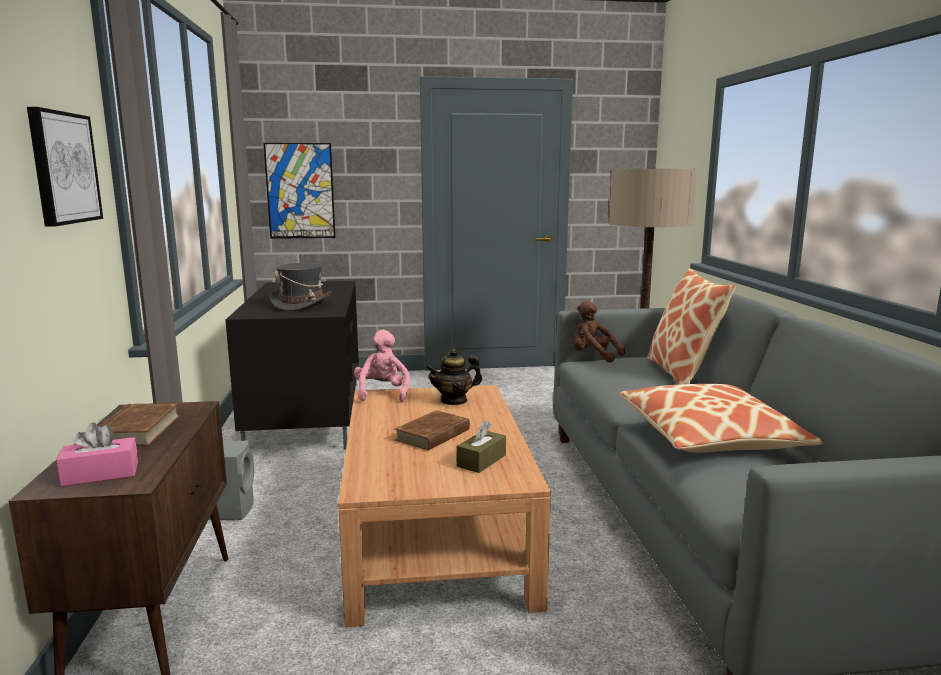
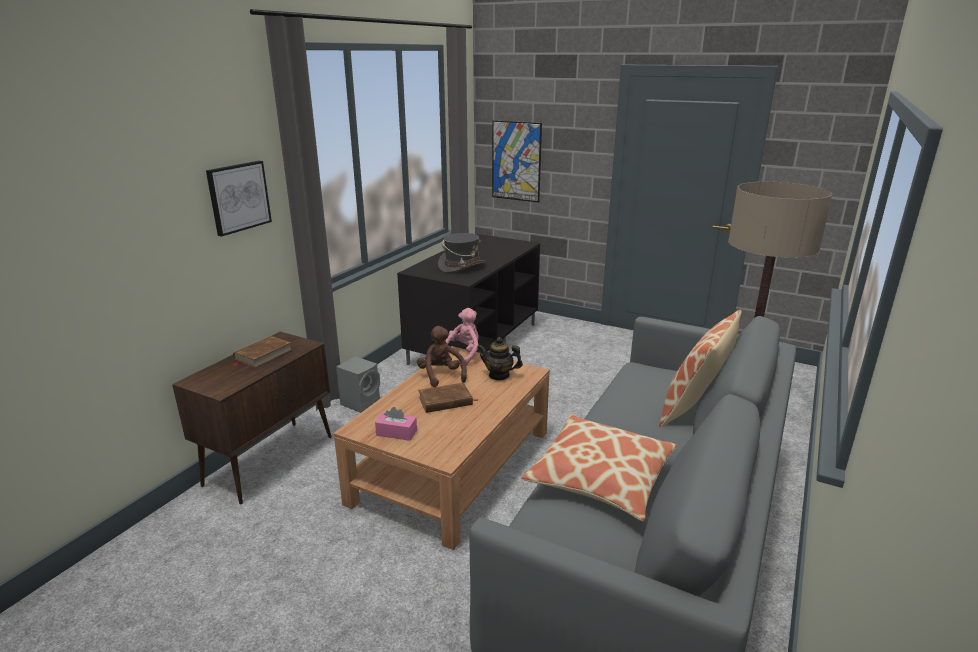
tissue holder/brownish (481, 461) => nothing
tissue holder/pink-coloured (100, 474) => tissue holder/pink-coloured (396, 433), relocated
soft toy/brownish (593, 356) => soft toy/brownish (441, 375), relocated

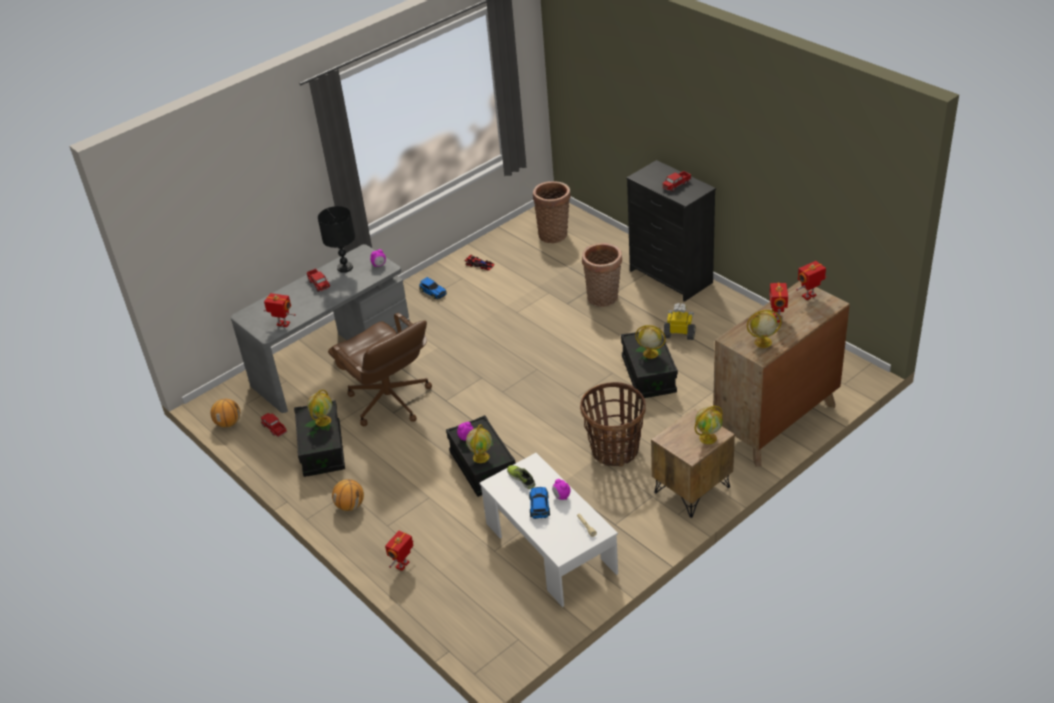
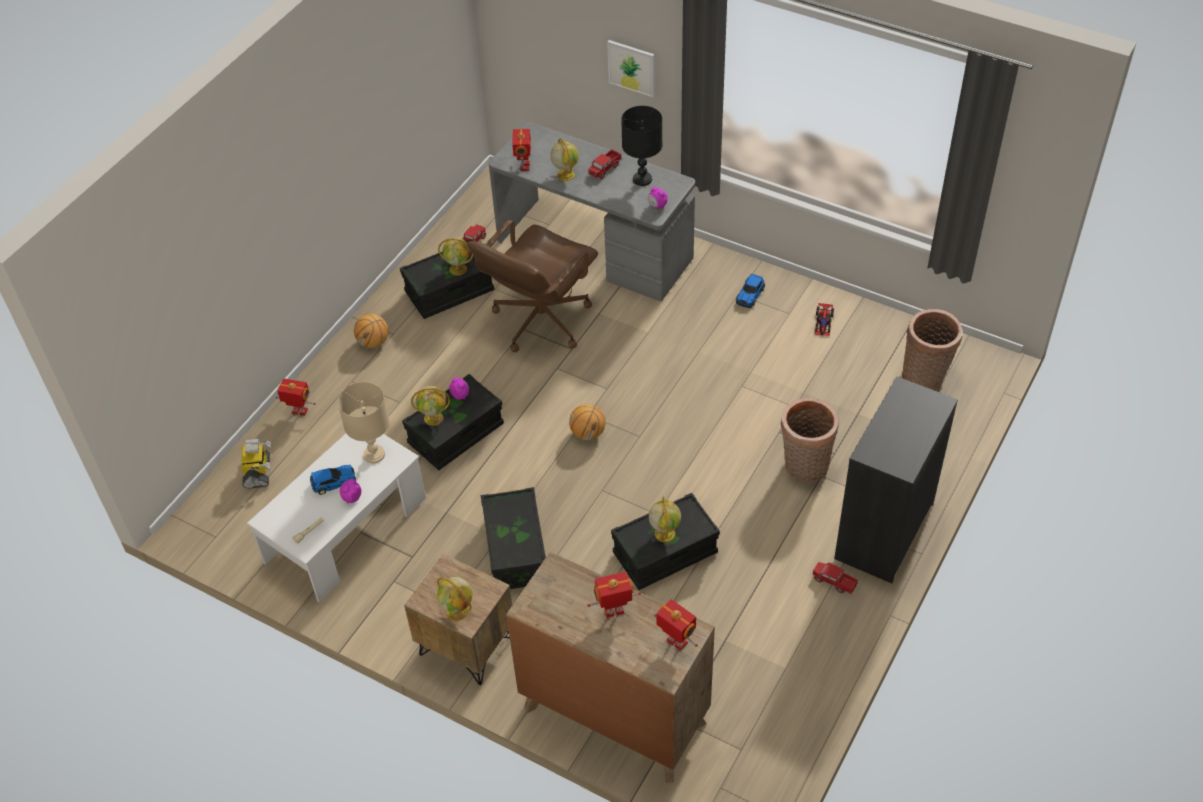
nothing => wall picture (631, 68)
ball for basketball (228, 423) => ball for basketball (588, 433), relocated
toy lorry (676, 185) => toy lorry (834, 581), relocated
model robot (679, 334) => model robot (258, 472), relocated
world globe (762, 342) => world globe (565, 174), relocated
item of footwear (522, 478) => tabletop lamp/sand-coloured (373, 454)
household basket (615, 450) => storage box/black (516, 551)

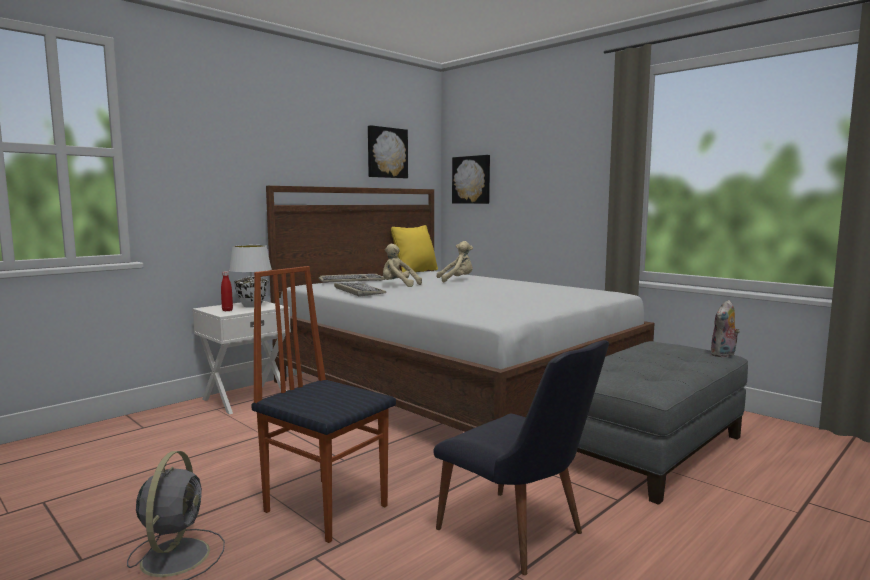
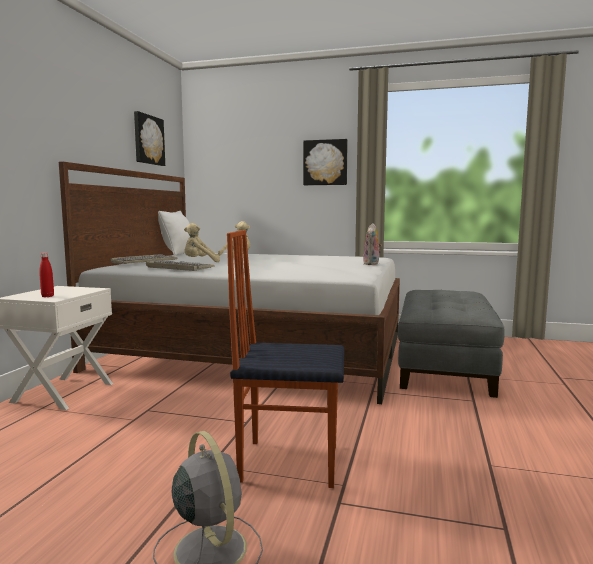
tabletop lamp/white (251, 306) => nothing
upright chair/black (520, 537) => nothing
wall picture (472, 180) => wall picture (325, 162), relocated
soft toy (724, 355) => soft toy (372, 264), relocated
throw pillow/yellowish (415, 271) => throw pillow/white (179, 253)

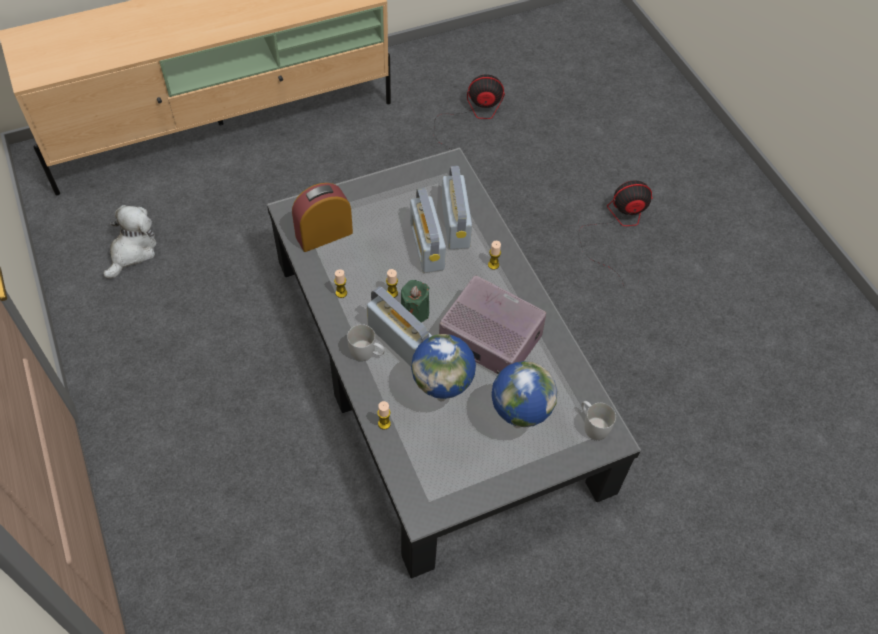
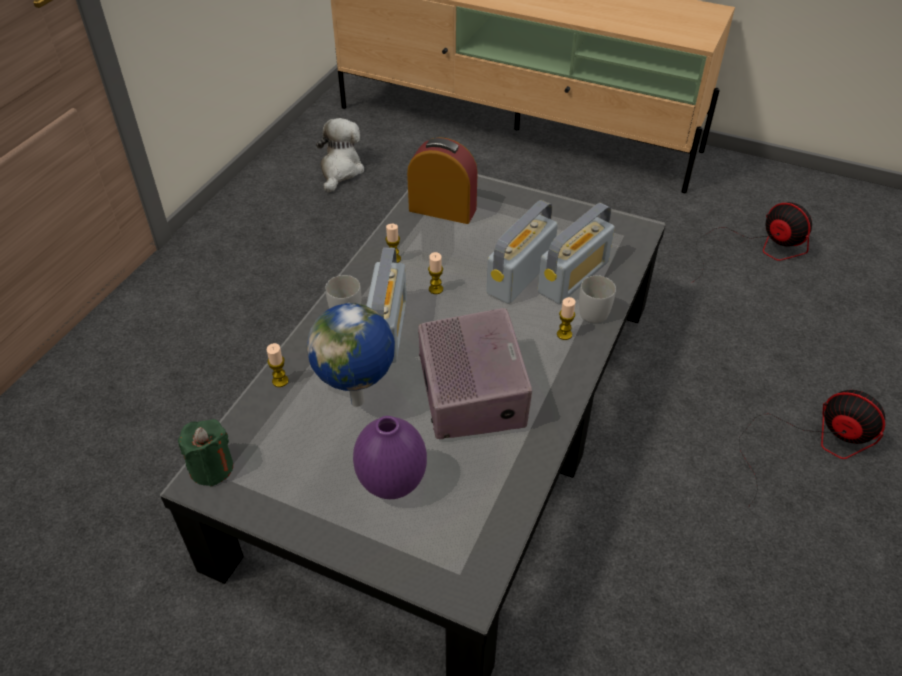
candle/green (415, 312) => candle/green (211, 468), relocated
coffee mug/white (592, 425) => coffee mug/white (594, 309), relocated
world globe (516, 423) => decorative vase/purple (391, 484)
soft toy (132, 251) => soft toy (340, 170), 60 degrees counterclockwise

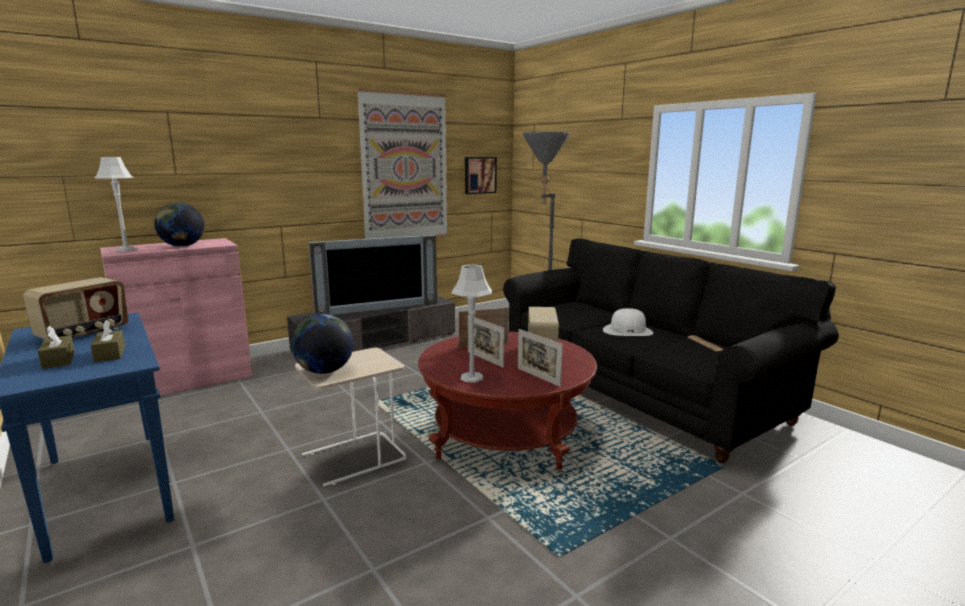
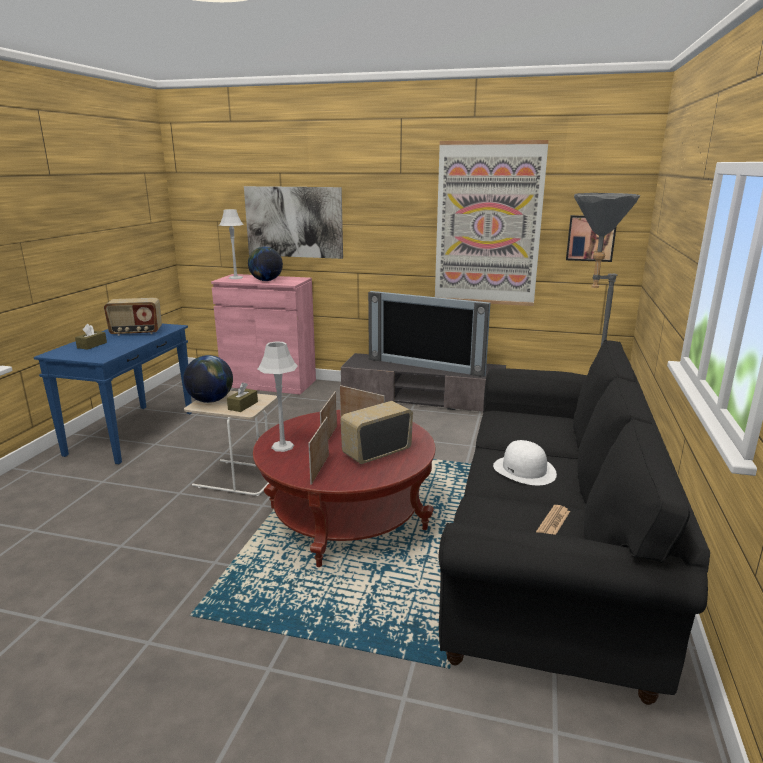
nothing => wall picture (294, 222)
tissue holder/brownish (110, 354) => tissue holder/brownish (243, 405), relocated

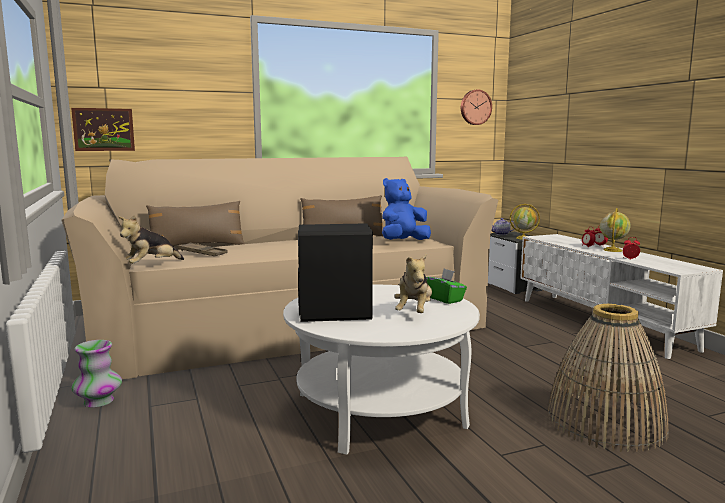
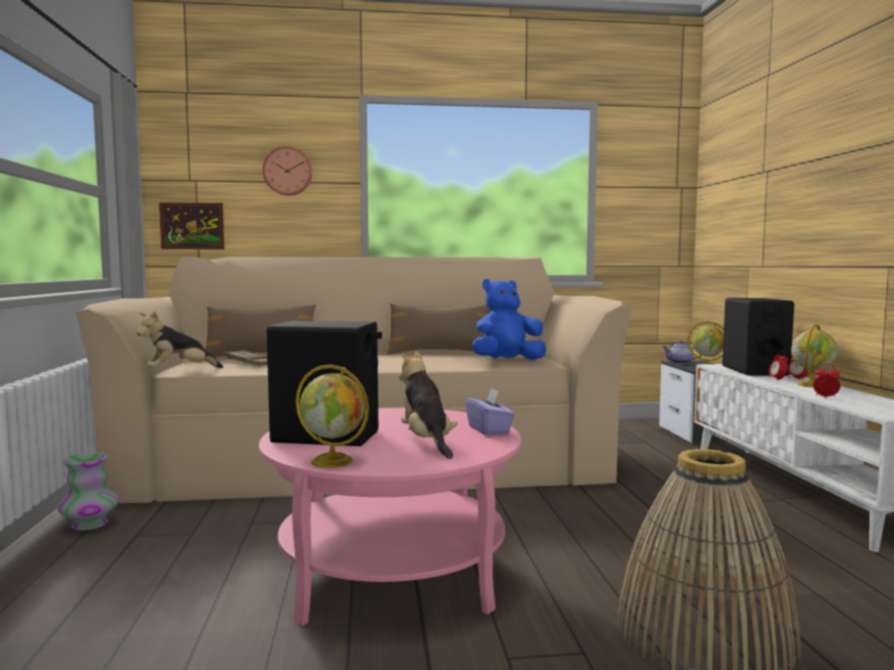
nothing => world globe (333, 461)
nothing => audio speaker/black (754, 371)
wall clock (475, 107) => wall clock (287, 171), relocated
coffee table/white (380, 409) => coffee table/pink-coloured (393, 572)
tissue holder/green (445, 299) => tissue holder/purple (489, 430)
soft toy (414, 312) => soft toy (427, 442), 135 degrees clockwise

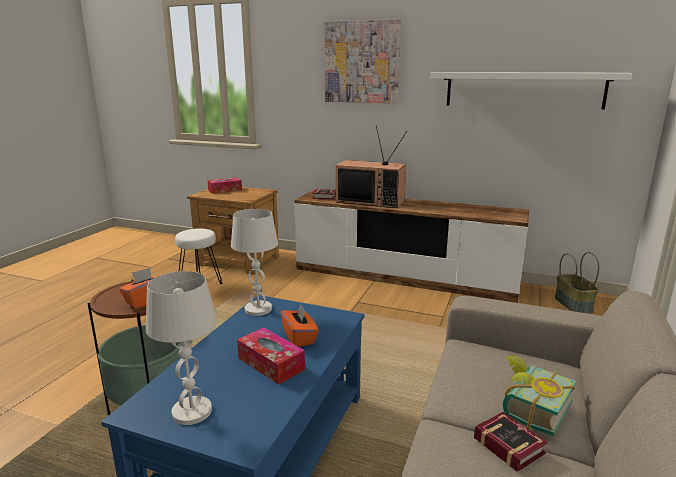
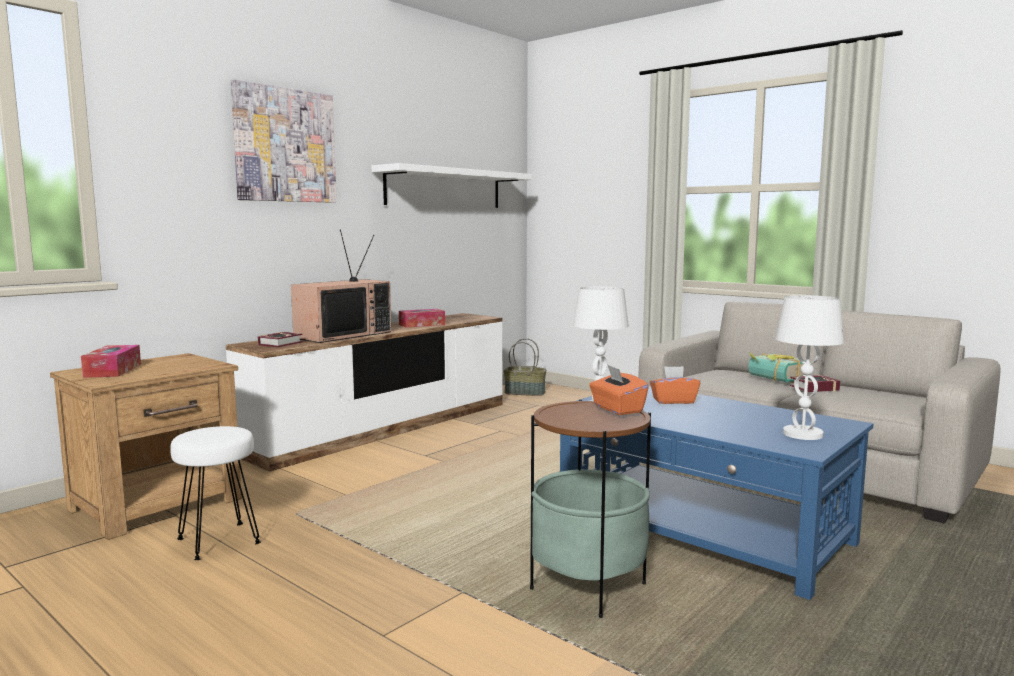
tissue holder (271, 363) => tissue holder (422, 324), relocated

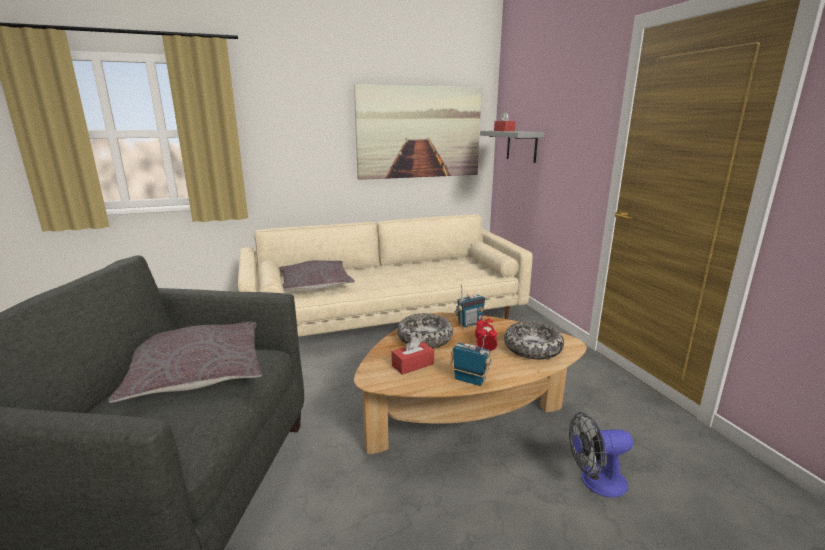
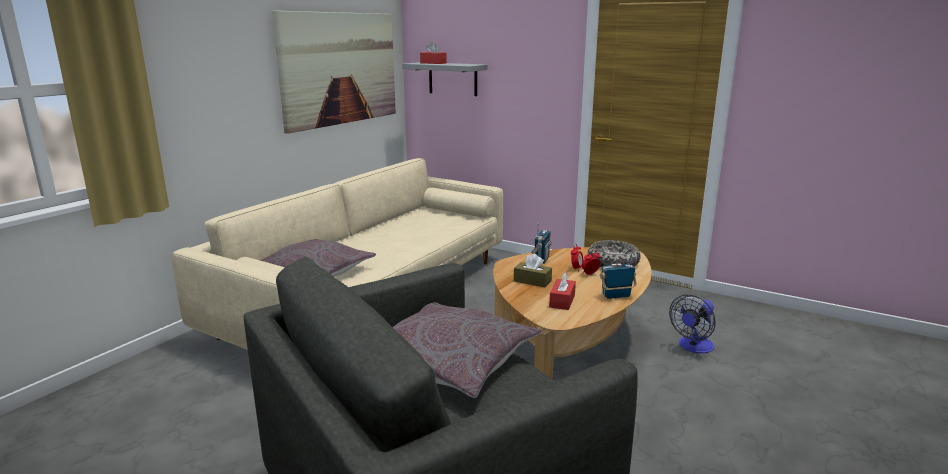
bowl (425, 338) => tissue holder/brownish (532, 281)

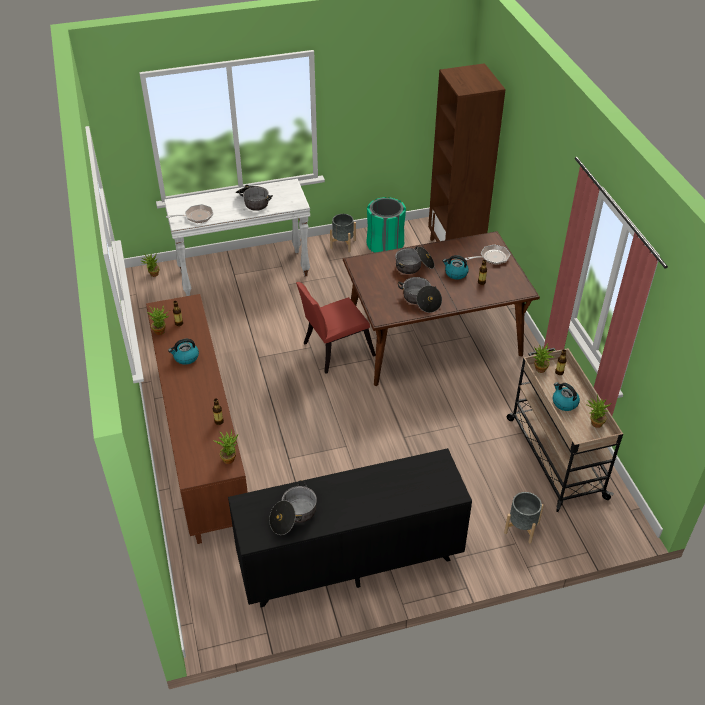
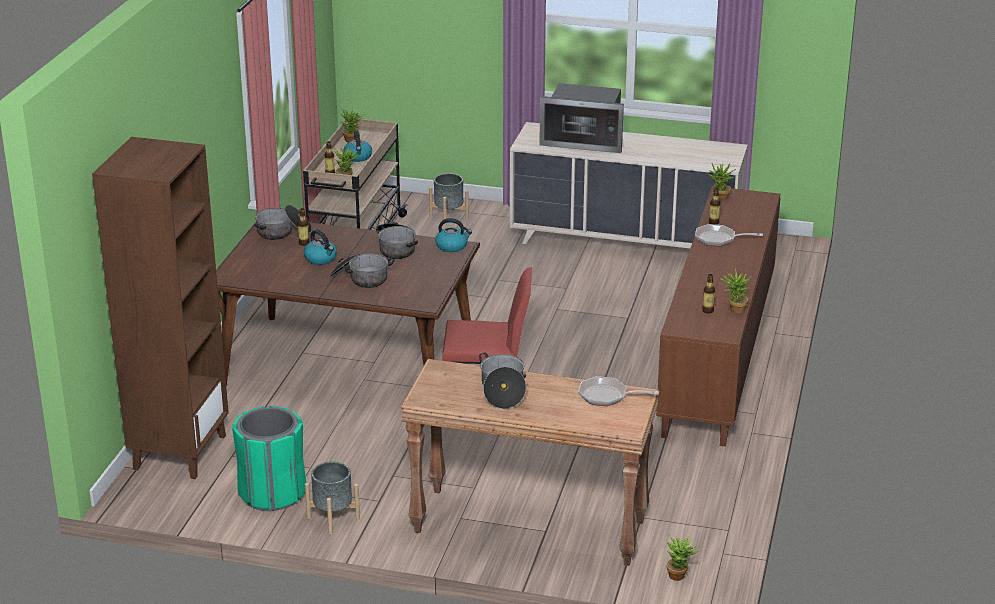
nothing => kitchen microwave (584, 140)
kettle (186, 357) => kettle (452, 246), relocated
cooking pot (293, 516) => cooking pot (283, 232), relocated
skillet (492, 257) => skillet (719, 239), relocated
hall table/white (244, 273) => hall table/brownish (528, 527)
chest of drawers/black (349, 560) => chest of drawers/sand-coloured (626, 242)

